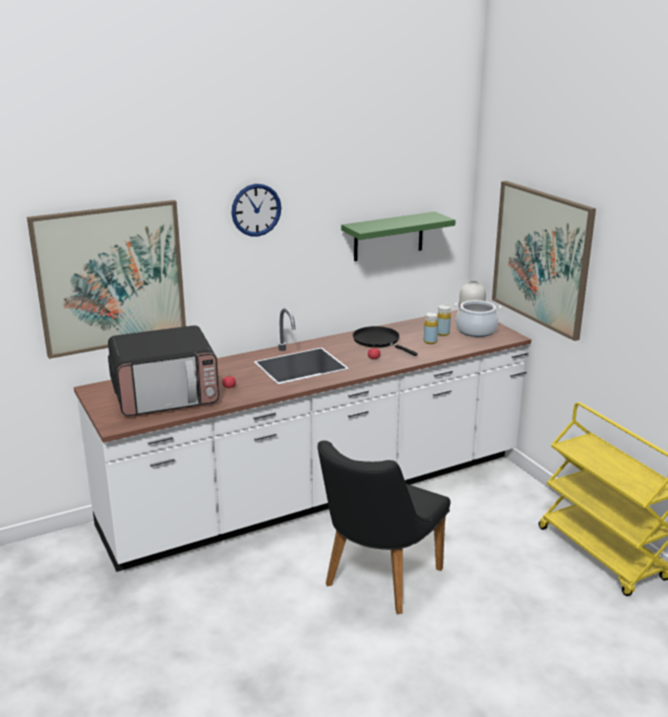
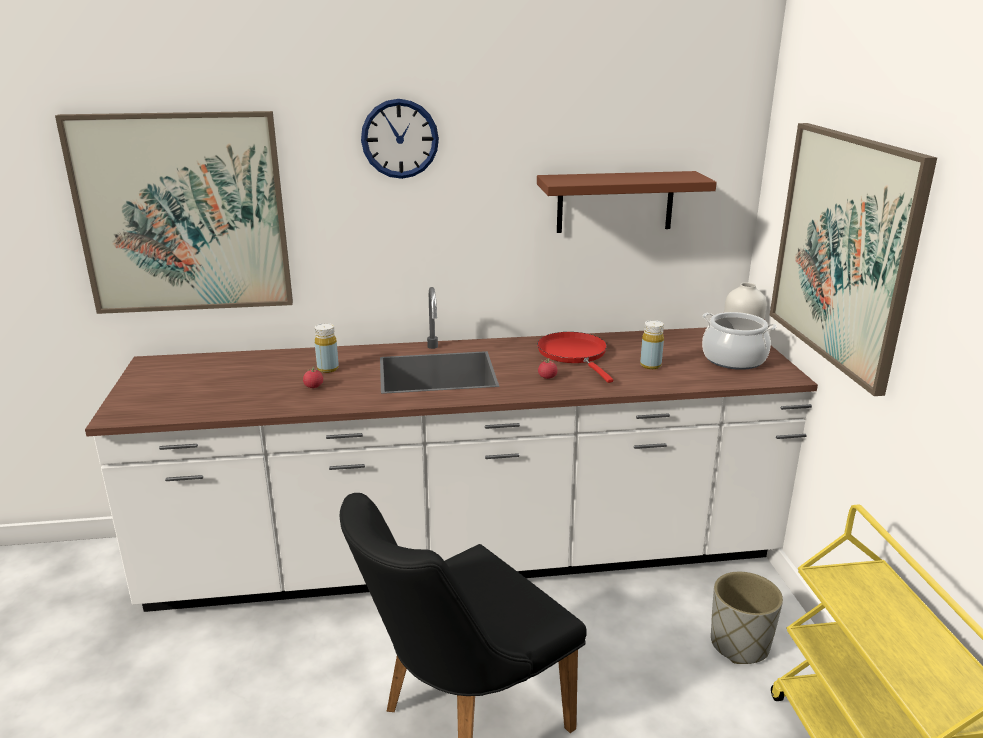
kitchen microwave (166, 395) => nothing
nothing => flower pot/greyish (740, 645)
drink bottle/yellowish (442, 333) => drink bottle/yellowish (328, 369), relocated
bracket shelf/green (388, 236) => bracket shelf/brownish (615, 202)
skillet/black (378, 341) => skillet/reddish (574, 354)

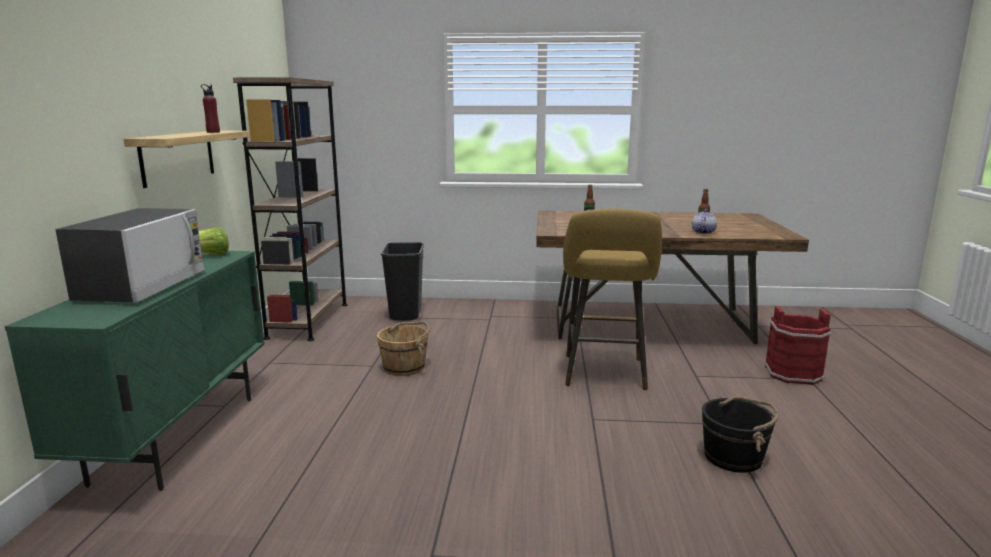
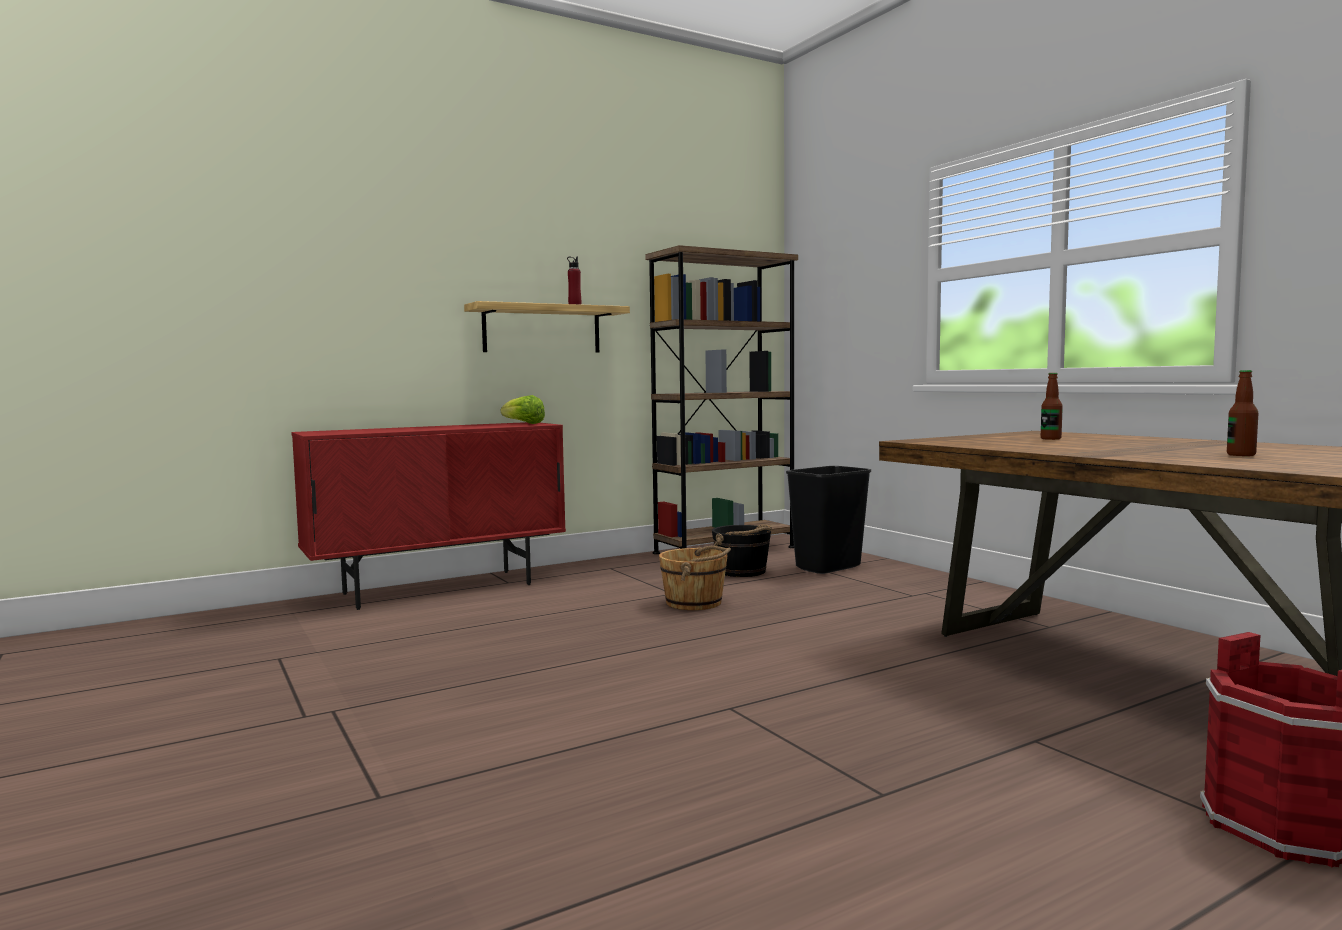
kitchen microwave (143, 286) => nothing
sitting stool/yellowish (604, 374) => nothing
tea pot (702, 232) => nothing
bucket/black (734, 457) => bucket/black (742, 571), relocated
cabinet/green (179, 437) => cabinet/reddish (439, 589)

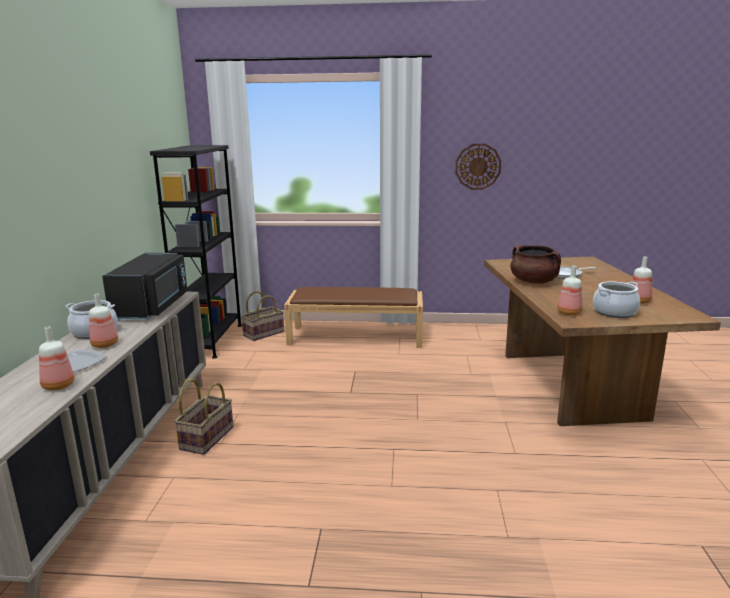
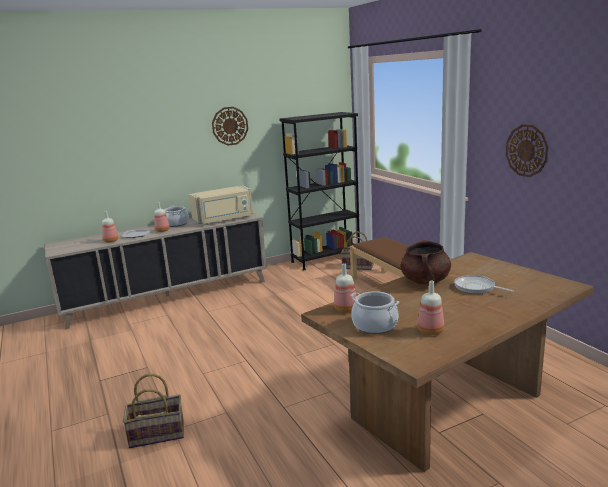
nothing => wall clock (230, 126)
household basket (206, 438) => household basket (157, 434), relocated
kitchen microwave/black (153, 307) => kitchen microwave/sand-coloured (224, 219)

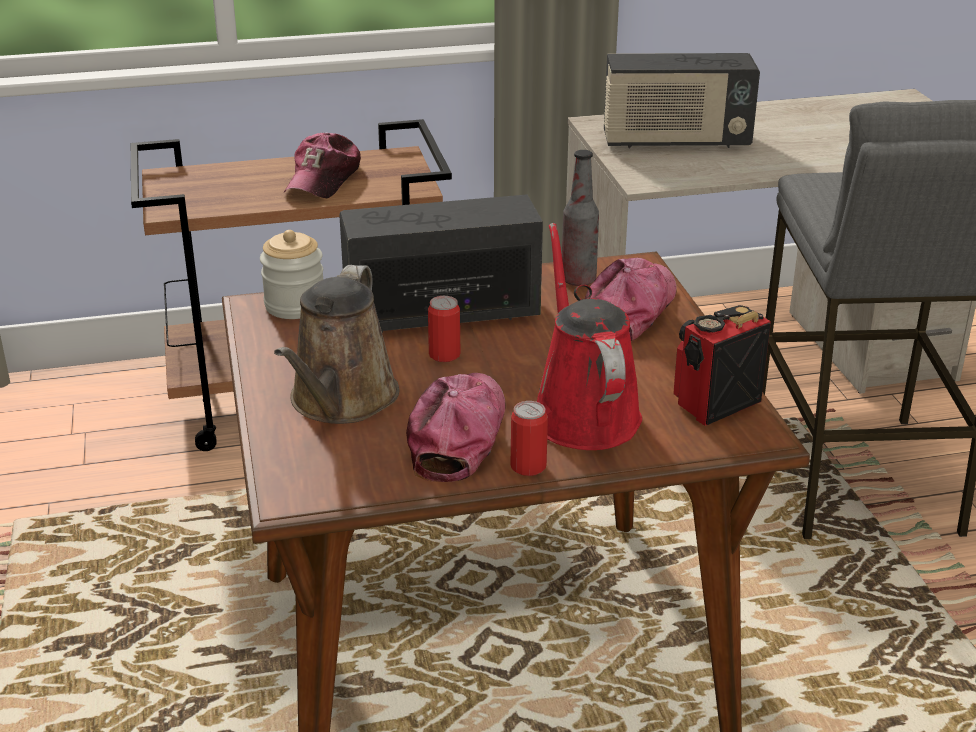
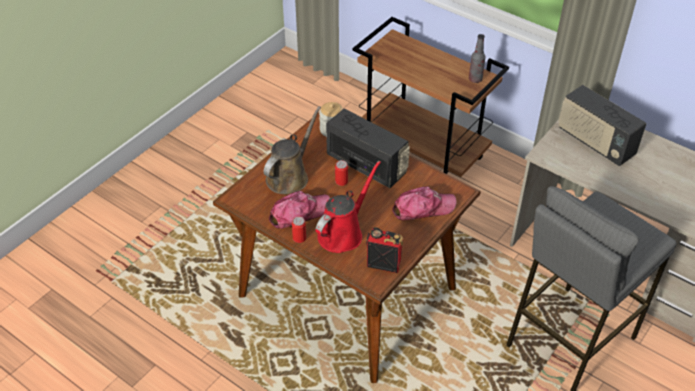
cap (324, 179) => nothing
drink bottle (578, 280) => drink bottle (475, 79), relocated
sprinkling can/brownish (341, 401) => sprinkling can/brownish (289, 176), 150 degrees clockwise

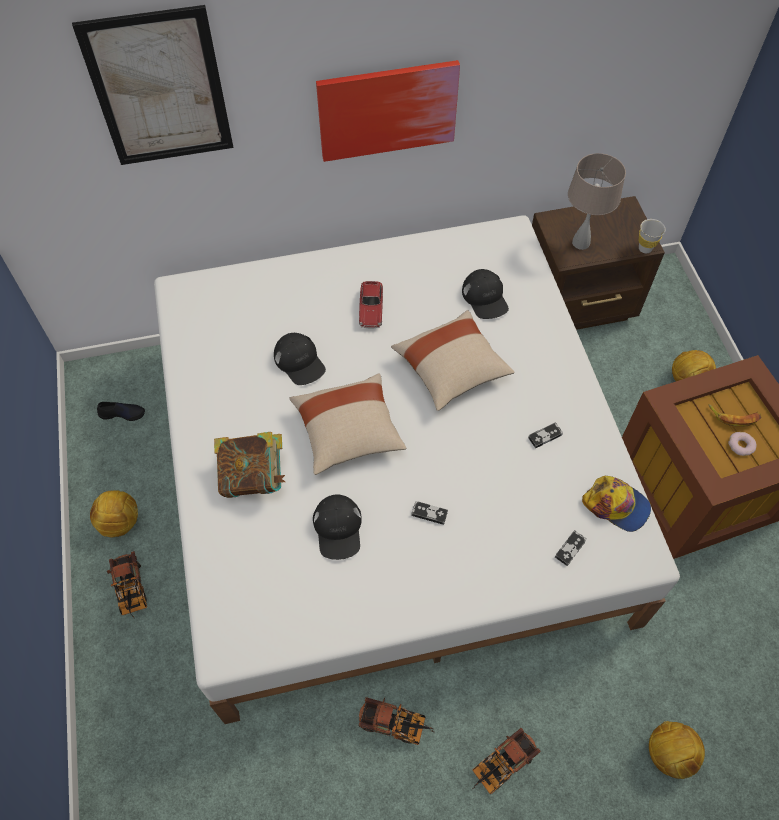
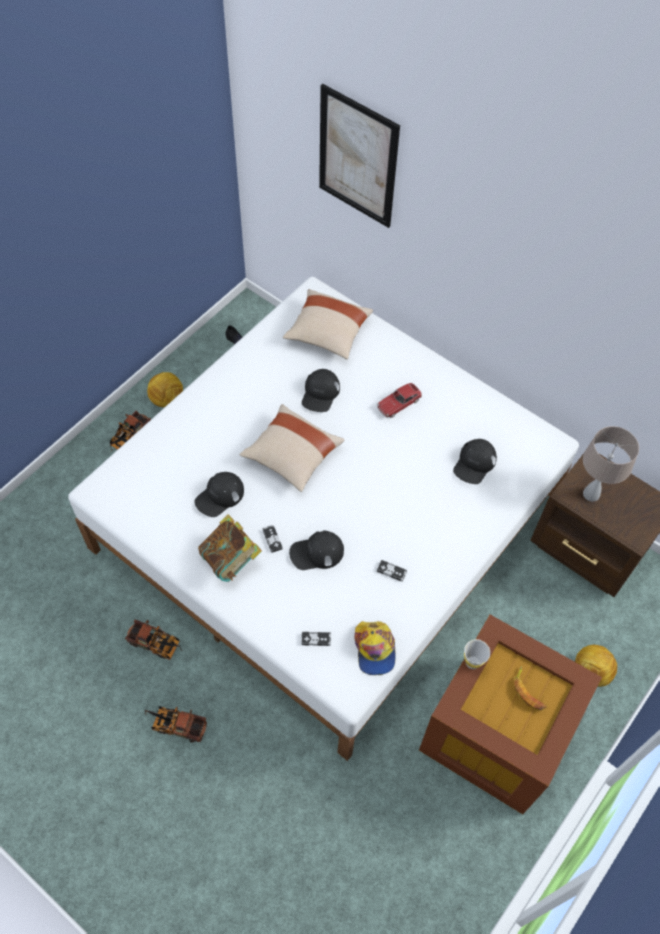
wall picture (387, 110) => nothing
football ball (668, 754) => nothing
donut (741, 445) => nothing
nothing => cap/black (316, 552)
bound book (253, 476) => bound book (231, 559), relocated
throw pillow/sand-coloured (451, 369) => throw pillow/sand-coloured (327, 333), relocated
small cup/white (645, 248) => small cup/white (472, 662), relocated
toy lorry (396, 725) => toy lorry (157, 644), 45 degrees counterclockwise

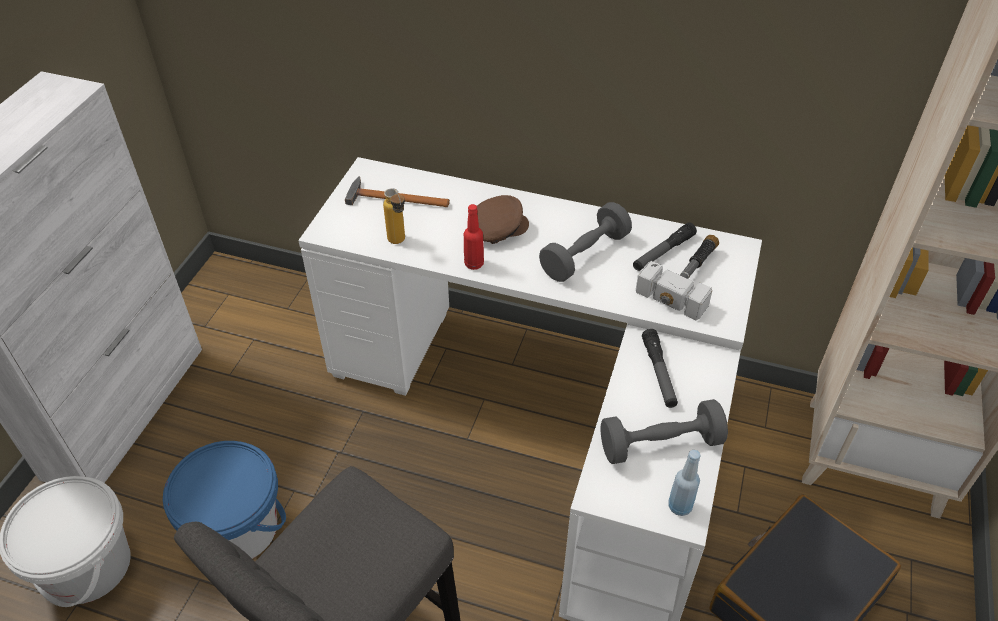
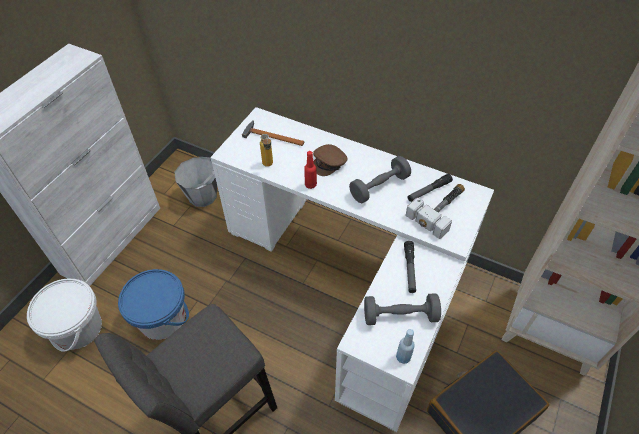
nothing => bucket/greyish (202, 196)
cap/brownish (497, 228) => cap/brownish (329, 163), 150 degrees clockwise

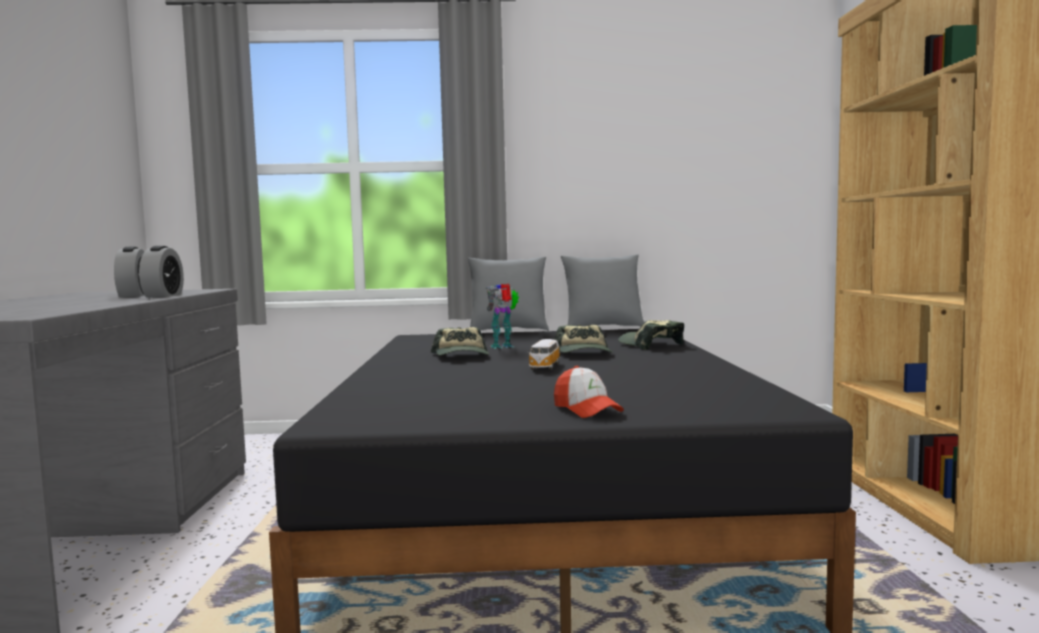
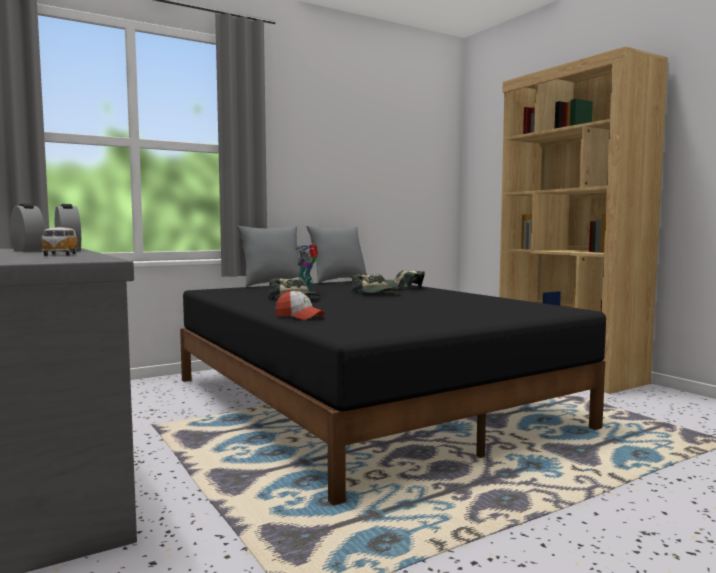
toy car (544, 367) => toy car (60, 254), relocated
cap (586, 409) => cap (299, 317), relocated

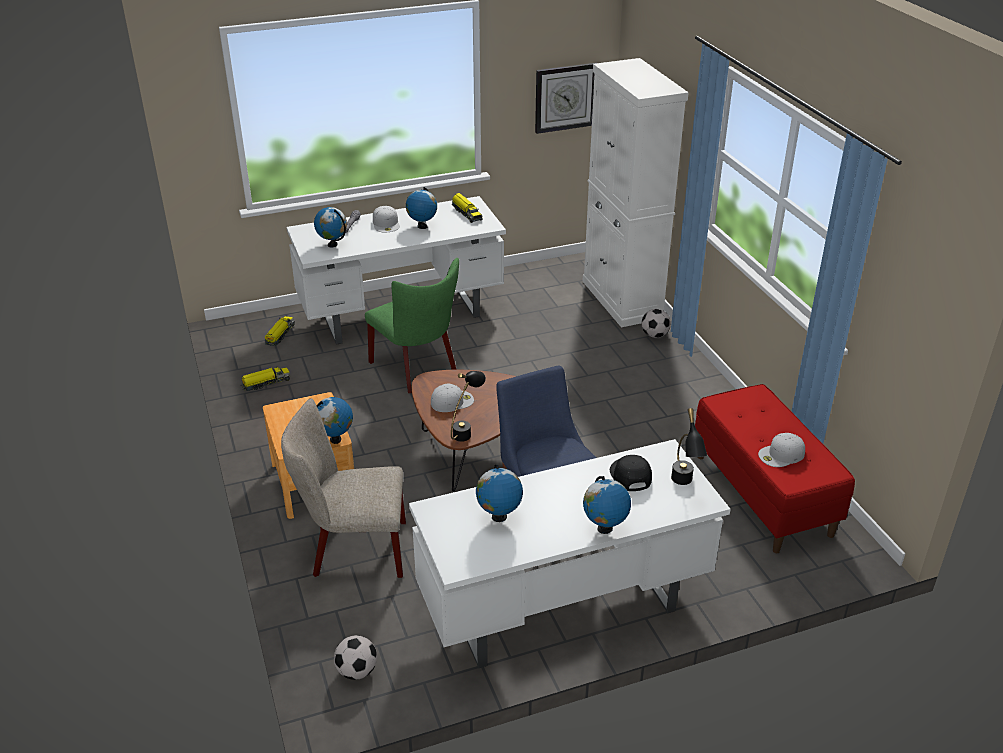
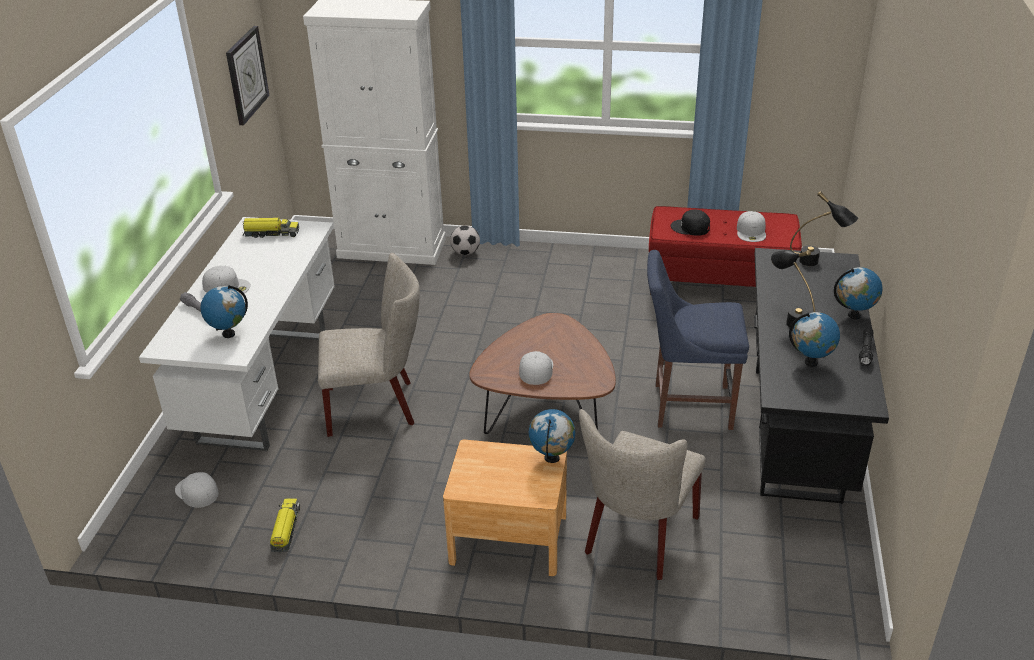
football ball (357, 671) => nothing
world globe (422, 226) => nothing
nothing => flashlight/black (866, 351)
tabletop lamp/black (466, 431) => tabletop lamp/black (789, 319), relocated
cap/black (629, 475) => cap/black (690, 228), relocated
toy lorry (280, 335) => cap/white (196, 491)
upright chair/green (417, 369) => upright chair/sand-coloured (377, 406)
desk/white (563, 611) => desk/black (797, 432)

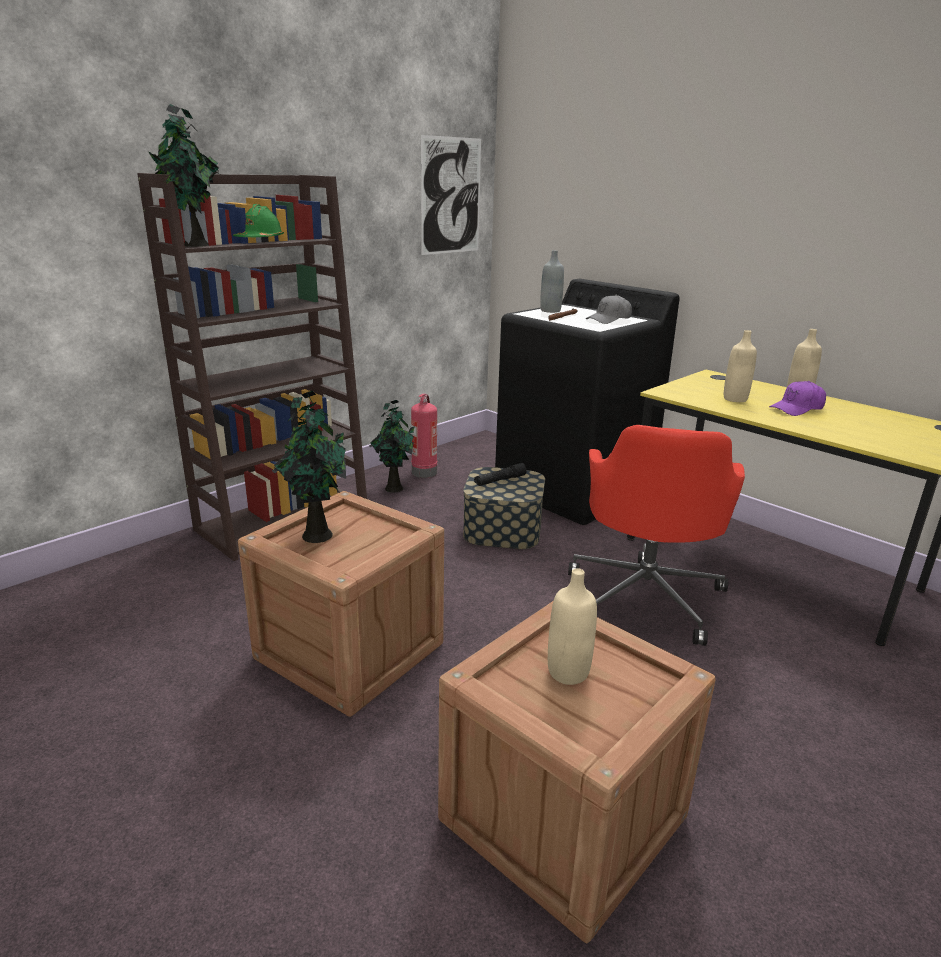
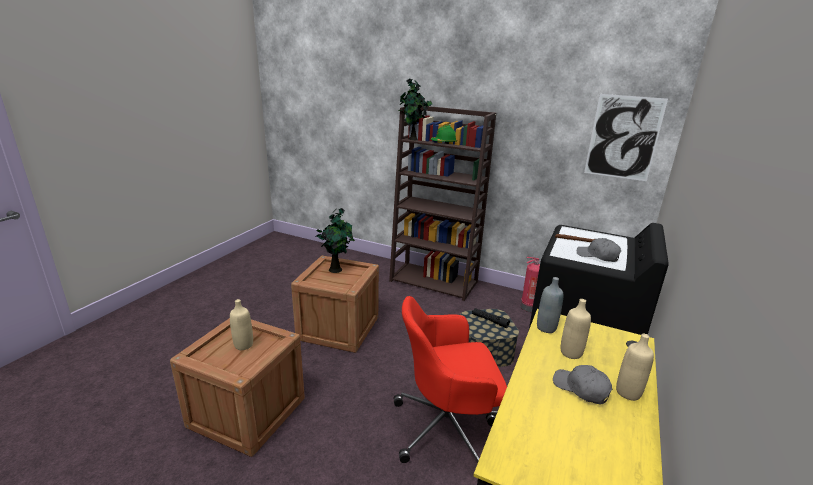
potted plant (393, 487) => nothing
drink bottle/greyish (550, 311) => drink bottle/greyish (546, 328), relocated
cap/purple (797, 409) => cap/greyish (581, 389)

